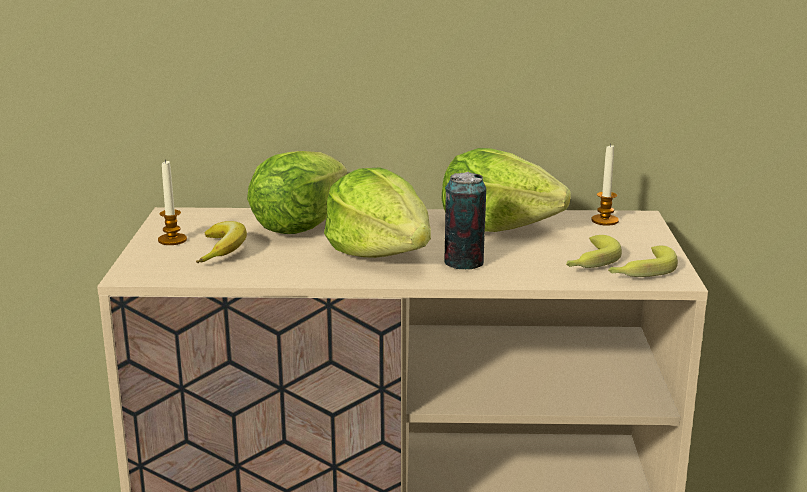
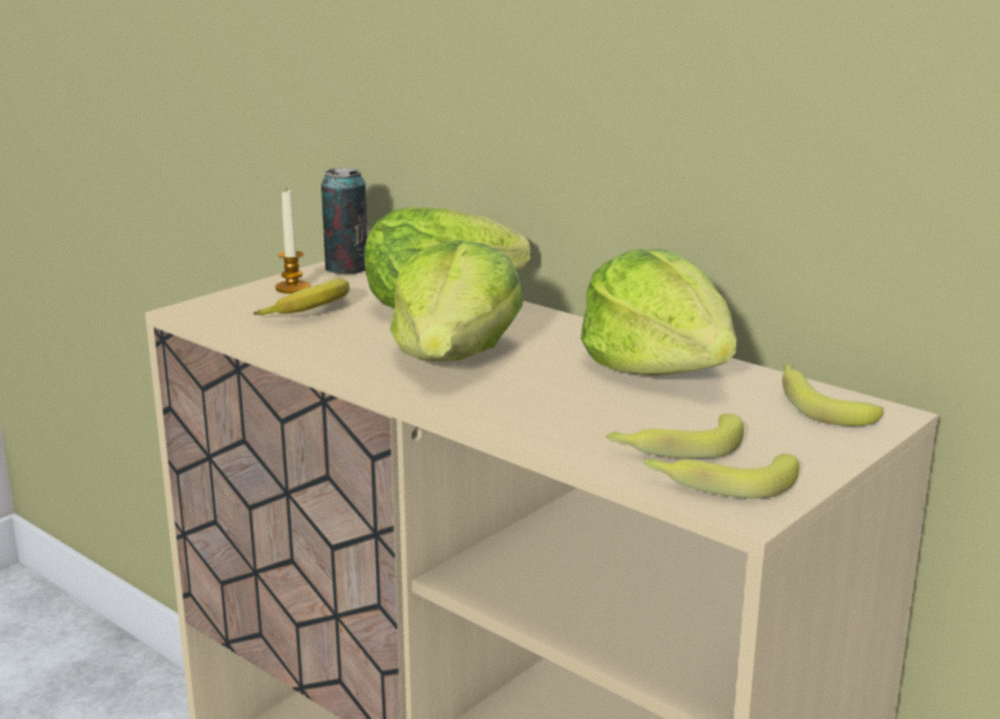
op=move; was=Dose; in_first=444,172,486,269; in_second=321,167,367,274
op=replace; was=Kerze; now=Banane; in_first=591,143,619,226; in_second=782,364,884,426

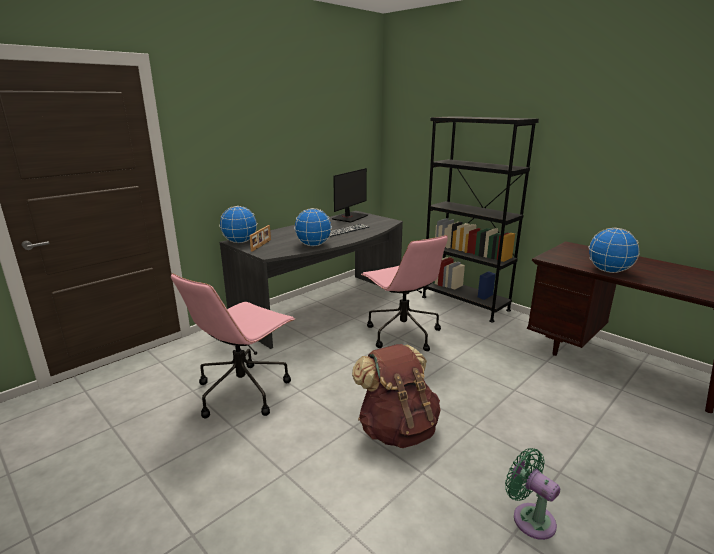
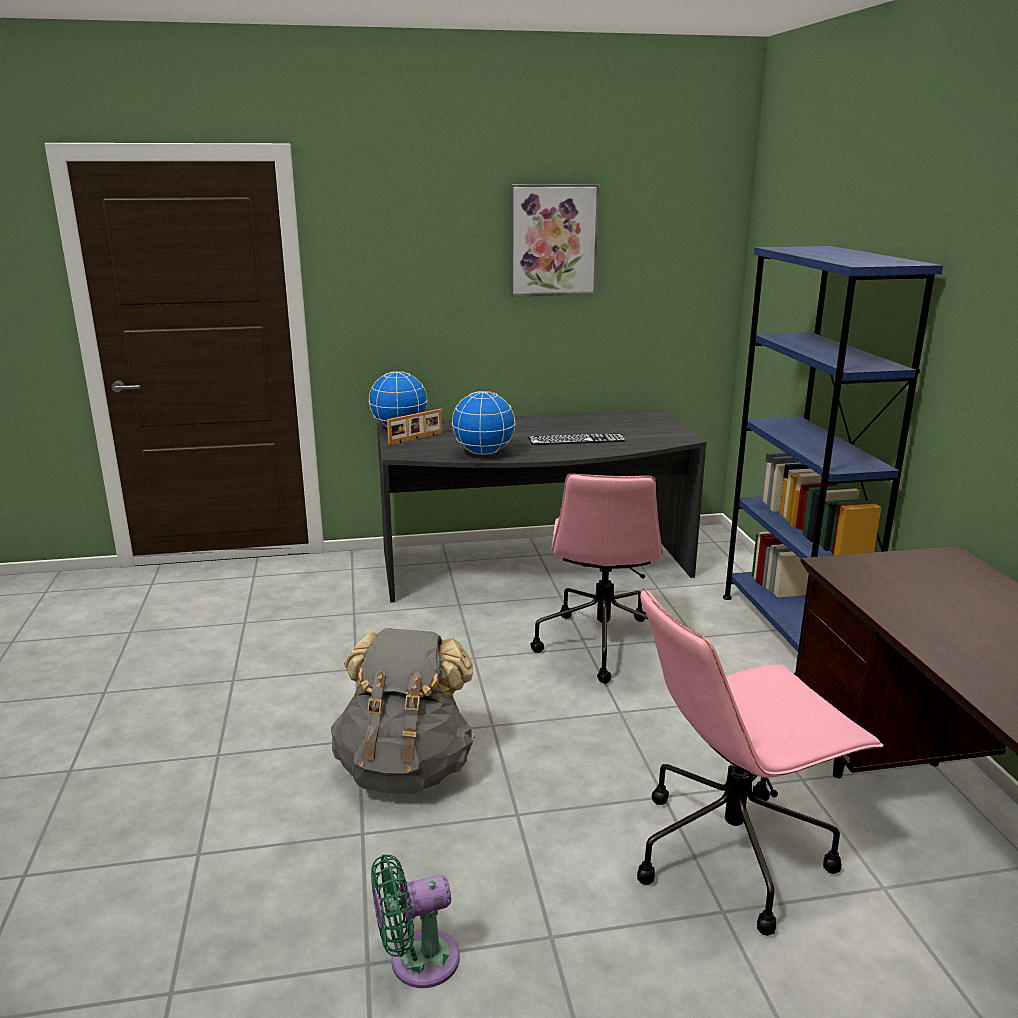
op=move; was=Bürostuhl [rosa]; in_first=171,273,295,418; in_second=637,588,884,936
op=delete; was=Monitor; in_first=331,168,369,223
op=recolor; was=Rucksack [braun]; now=Rucksack [grau]; in_first=352,344,440,448; in_second=331,629,475,794
op=recolor; was=Bücherregal [schwarz]; now=Bücherregal [blau]; in_first=422,116,539,322; in_second=723,246,943,676
op=rotate; was=Ventilator [grün]; in_first=505,448,560,540; in_second=371,854,460,988; clockwise=-105
op=delete; was=Globus; in_first=588,228,640,273
op=insert; now=Bild; in_second=510,184,599,297

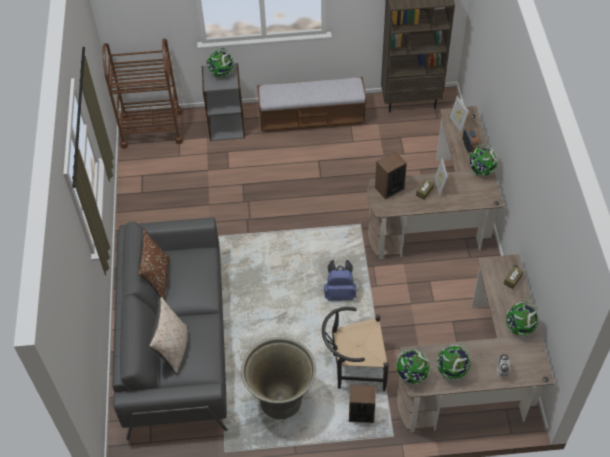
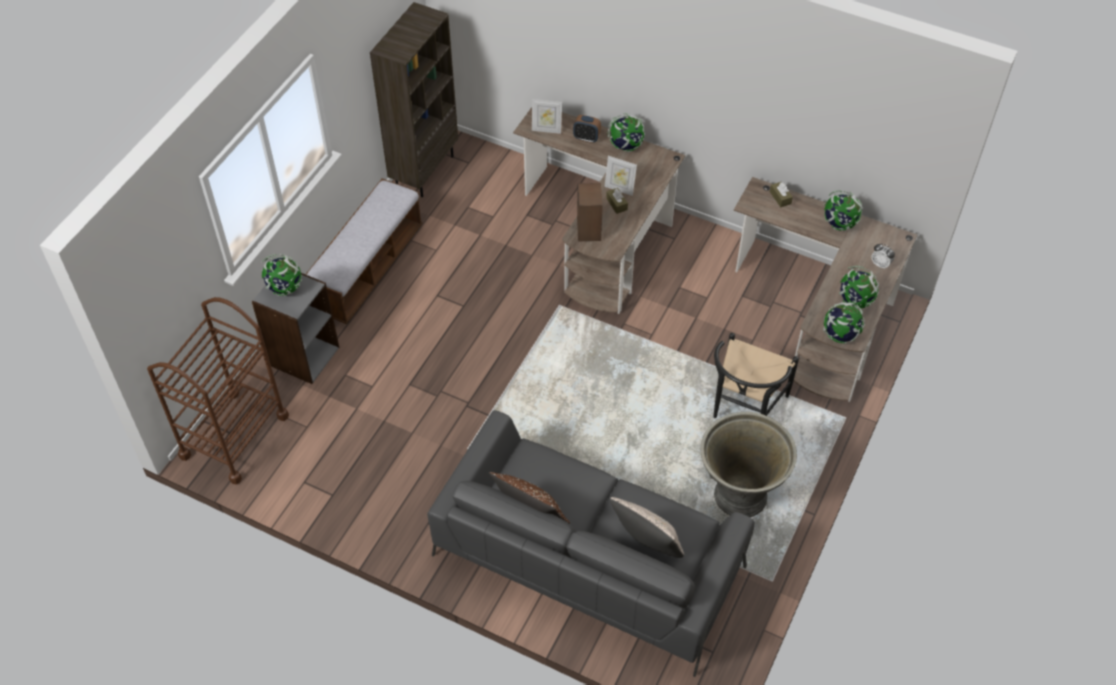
op=delete; was=Rucksack [blau]; in_first=324,260,357,301
op=delete; was=Lautsprecher; in_first=349,384,376,423

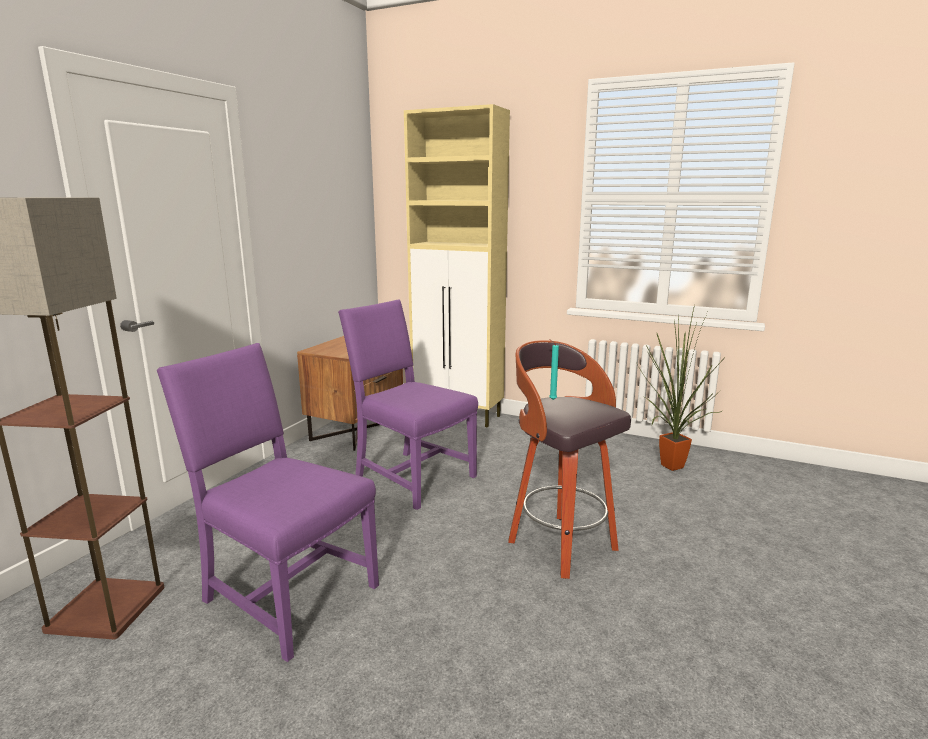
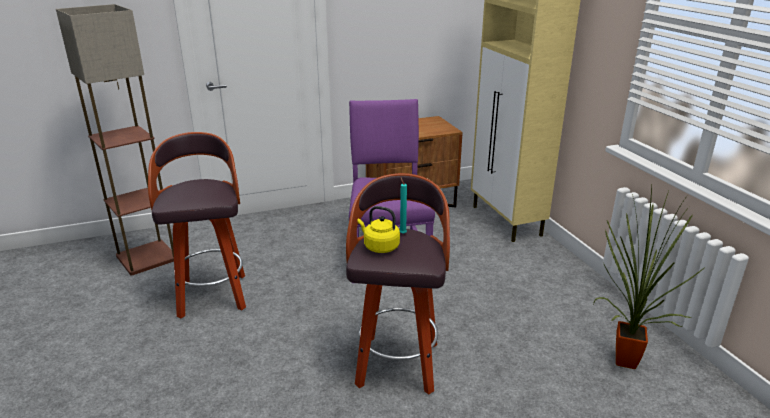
op=replace; was=Stuhl [lila]; now=Hocker; in_first=157,343,379,662; in_second=148,132,246,318
op=insert; now=Wasserkessel [gelb]; in_second=357,206,400,253

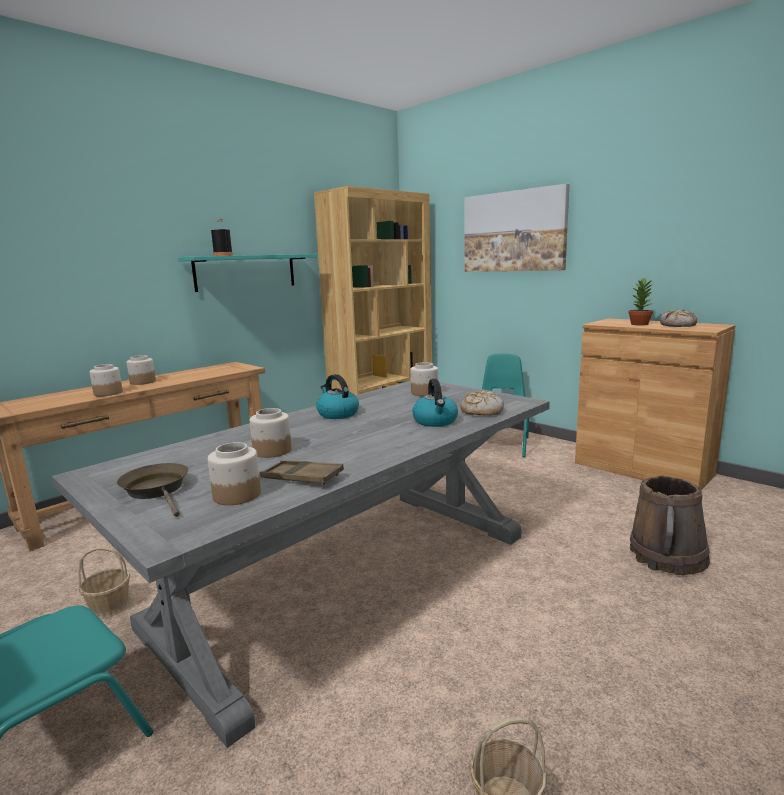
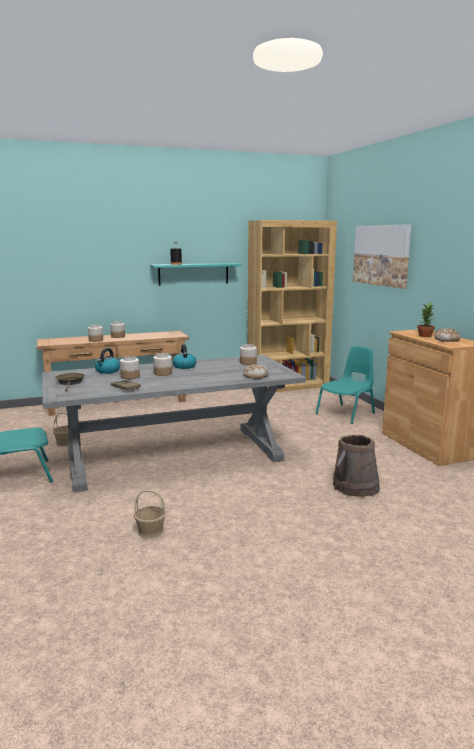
op=move; was=Vorratsglas; in_first=208,442,261,505; in_second=153,353,172,376
op=move; was=Wasserkessel; in_first=412,379,458,427; in_second=95,348,120,374

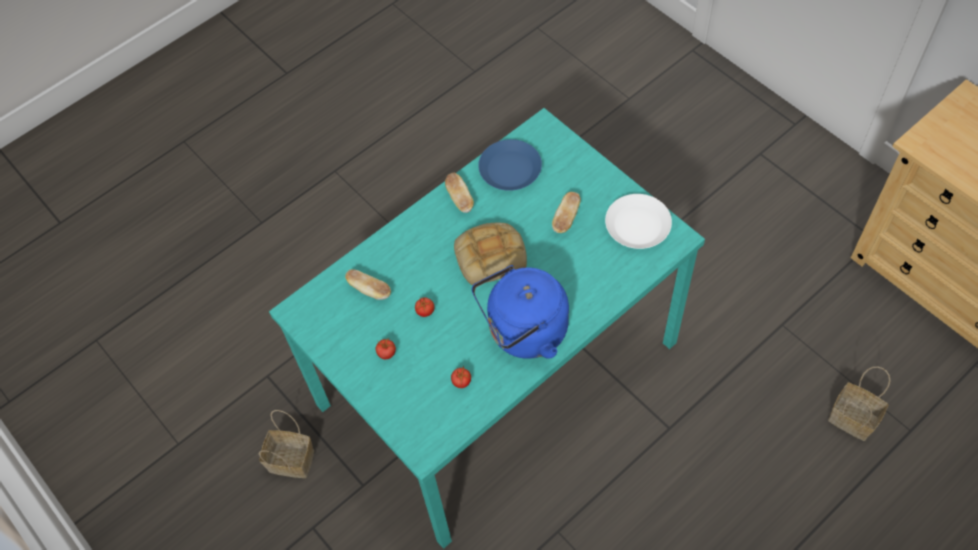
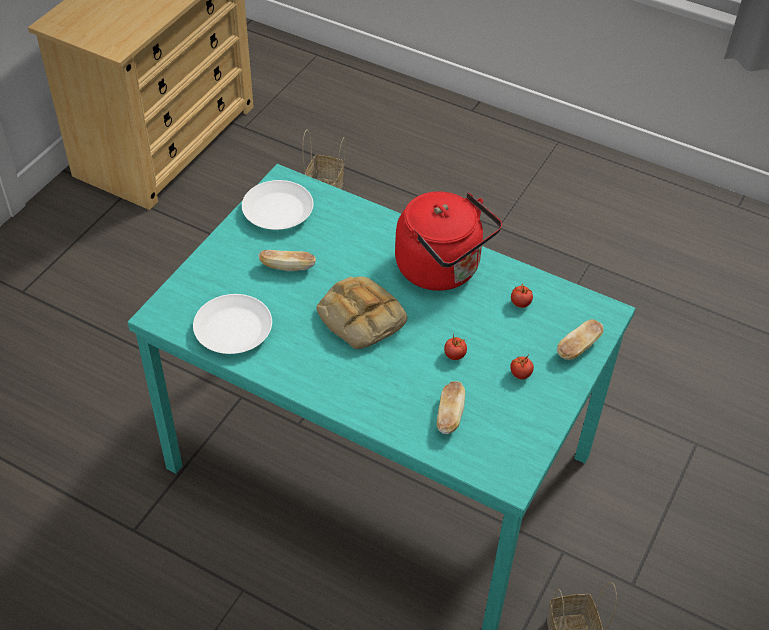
op=move; was=Brot; in_first=445,173,474,213; in_second=557,320,604,360
op=recolor; was=Wasserkessel [blau]; now=Wasserkessel [rot]; in_first=472,265,569,359; in_second=395,191,502,291
op=recolor; was=Teller [blau]; now=Teller [weiß]; in_first=478,139,542,191; in_second=193,294,272,354

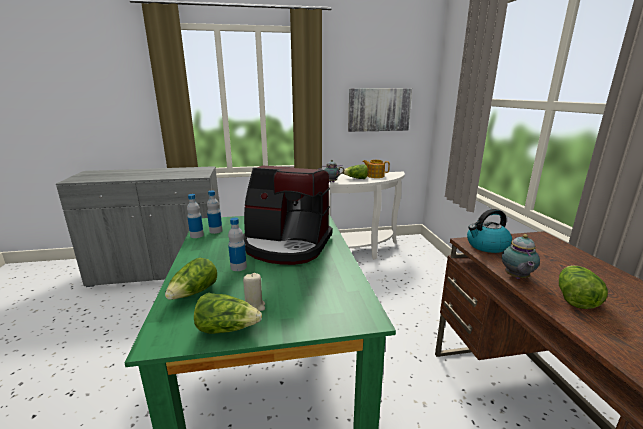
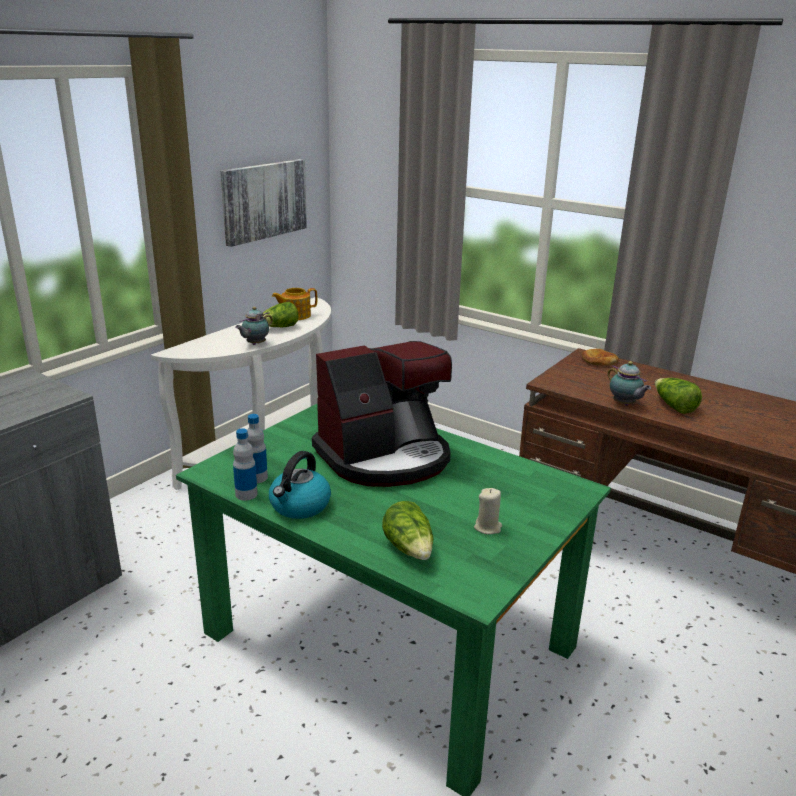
op=delete; was=Salatkopf; in_first=194,293,262,334
op=delete; was=Flasche; in_first=228,218,247,271
op=move; was=Wasserkessel; in_first=467,209,512,253; in_second=269,451,331,519
op=insert; now=Brot; in_second=582,349,619,366

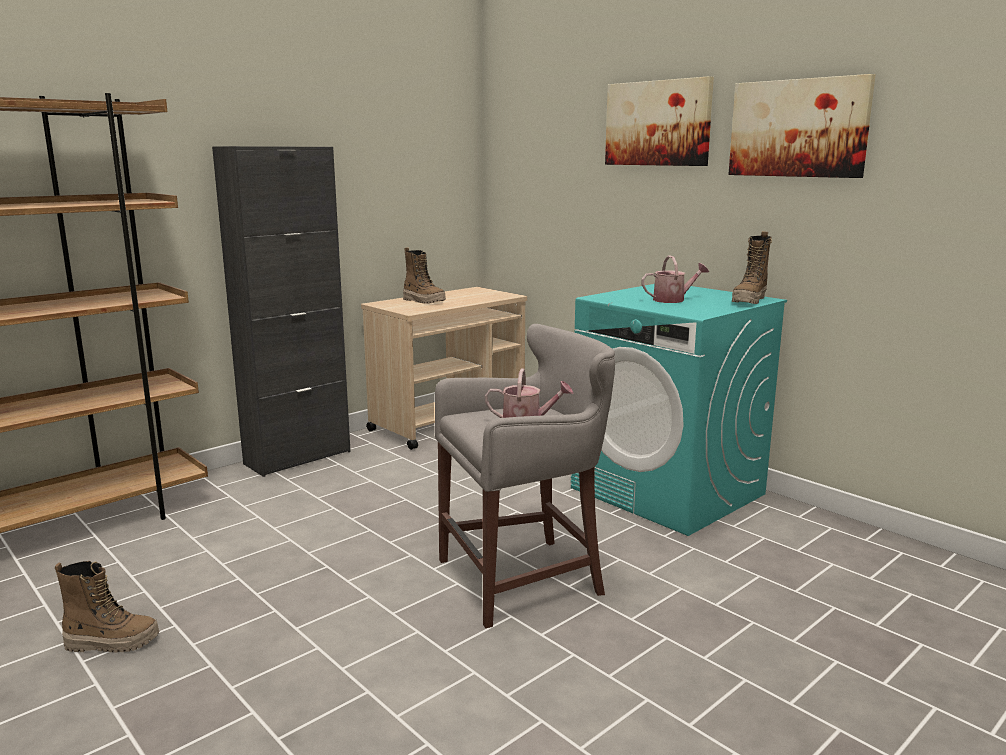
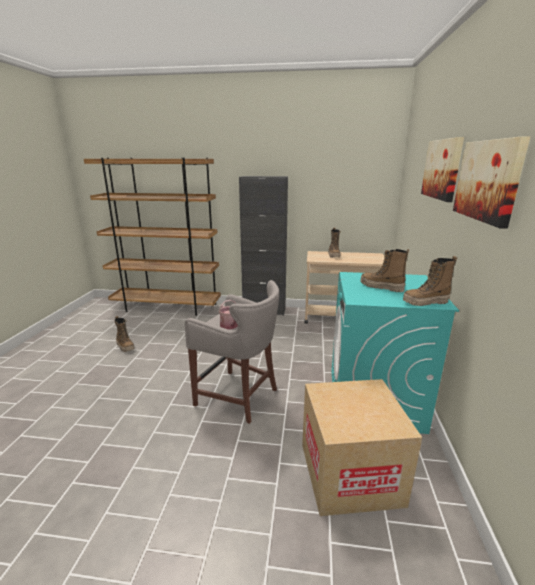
op=replace; was=Gießkanne; now=Stiefel; in_first=641,255,709,303; in_second=360,249,409,292
op=insert; now=Karton; in_second=302,379,422,516

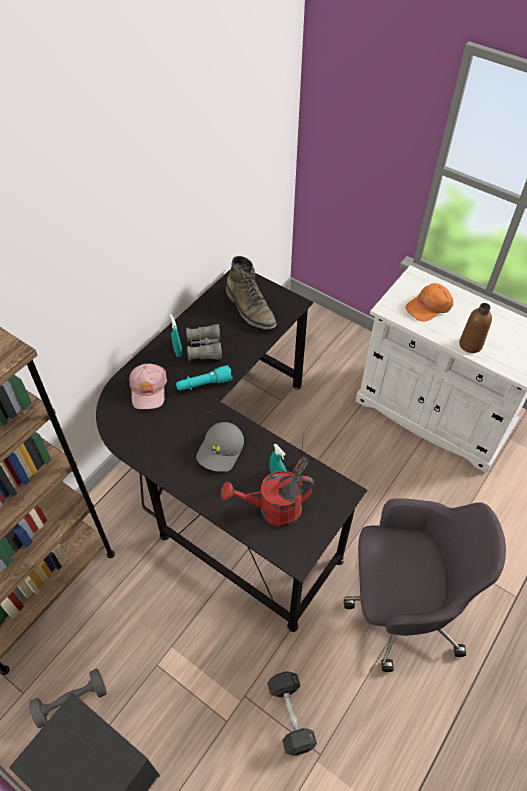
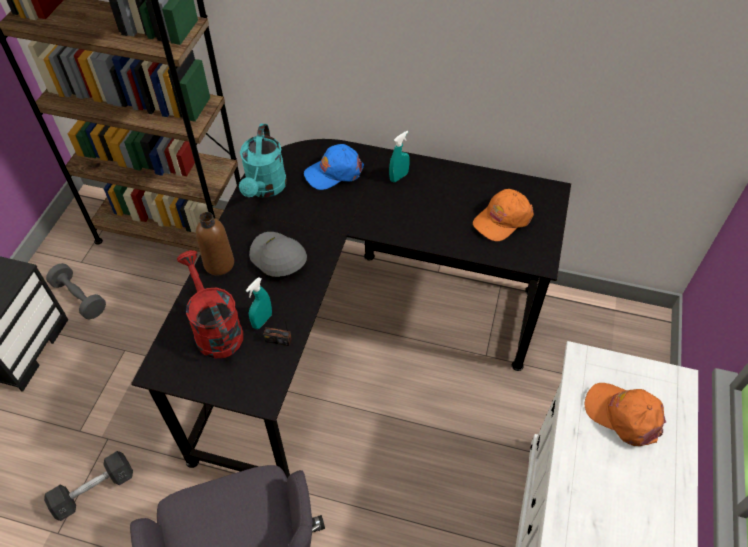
op=recolor; was=Kappe [rosa]; now=Kappe [blau]; in_first=129,364,167,409; in_second=304,144,364,190
op=delete; was=Taschenlampe [türkis]; in_first=176,365,233,391
op=delete; was=Fernglas [grau]; in_first=186,324,222,361
op=rotate; was=Kappe [grau]; in_first=196,422,244,472; in_second=249,232,307,277; clockwise=45
op=replace; was=Stiefel [grün]; now=Kappe [orange]; in_first=226,256,277,330; in_second=473,189,534,241
op=move; was=Flasche [braun]; in_first=459,303,492,353; in_second=196,212,234,275
op=insert; now=Gießkanne [türkis]; in_second=239,124,287,198

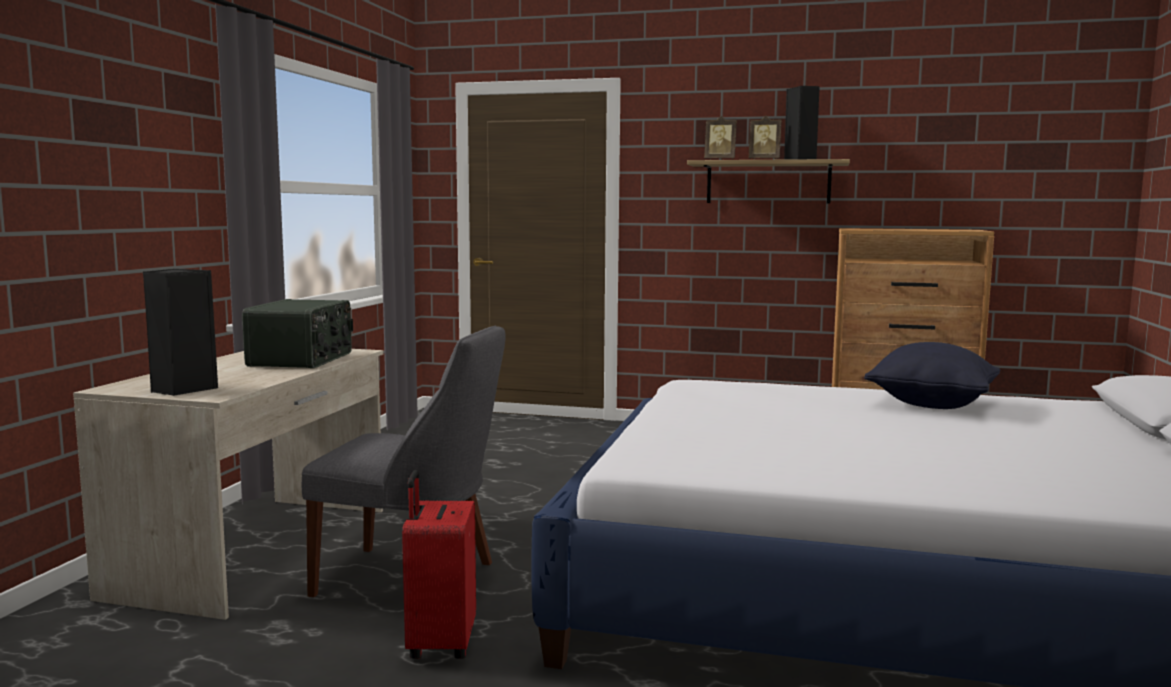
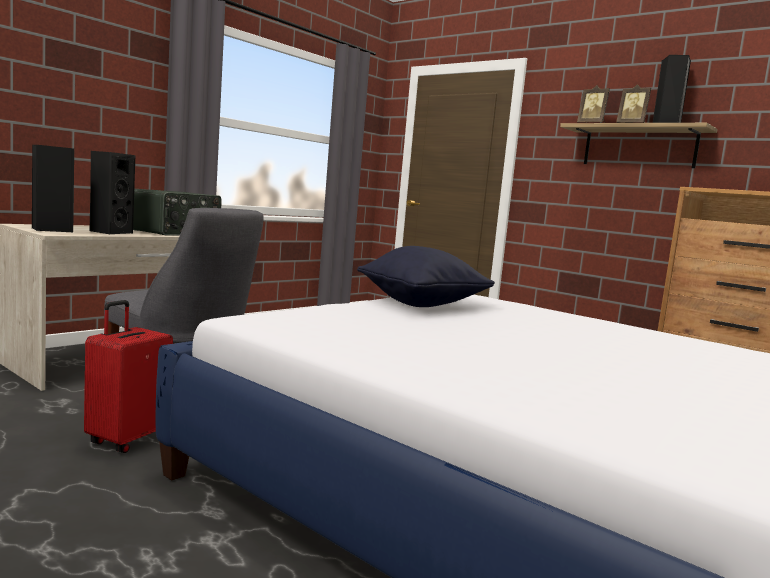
op=move; was=Kissen [schwarz]; in_first=864,342,1000,409; in_second=357,246,495,307
op=insert; now=Lautsprecher [schwarz]; in_second=89,151,135,235

